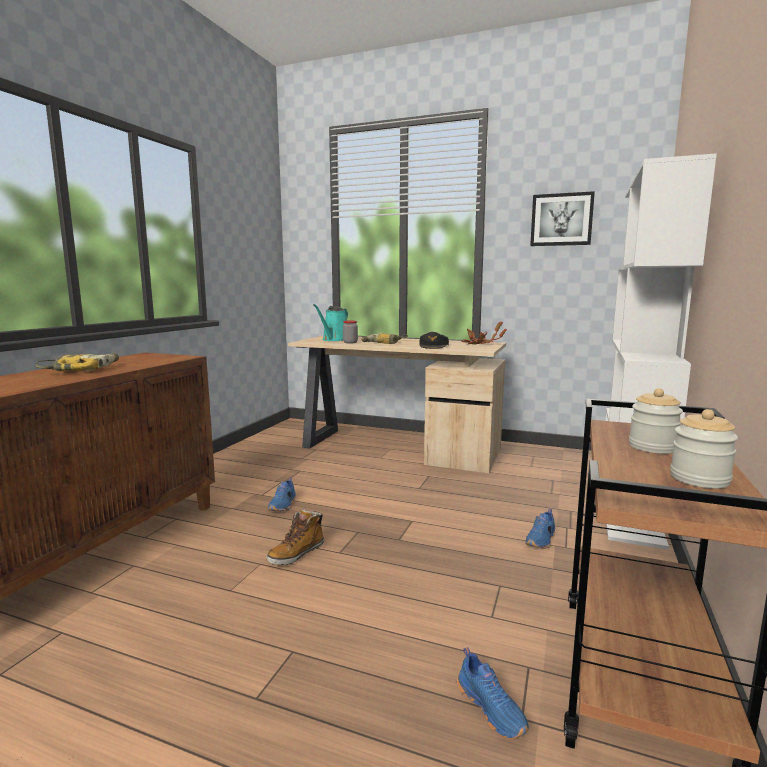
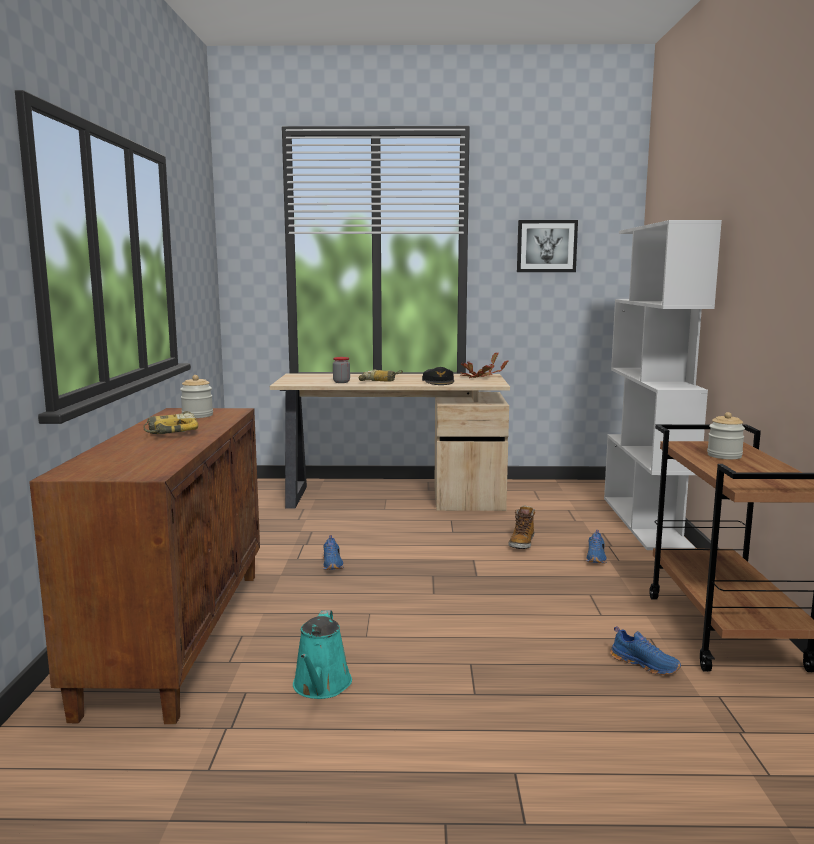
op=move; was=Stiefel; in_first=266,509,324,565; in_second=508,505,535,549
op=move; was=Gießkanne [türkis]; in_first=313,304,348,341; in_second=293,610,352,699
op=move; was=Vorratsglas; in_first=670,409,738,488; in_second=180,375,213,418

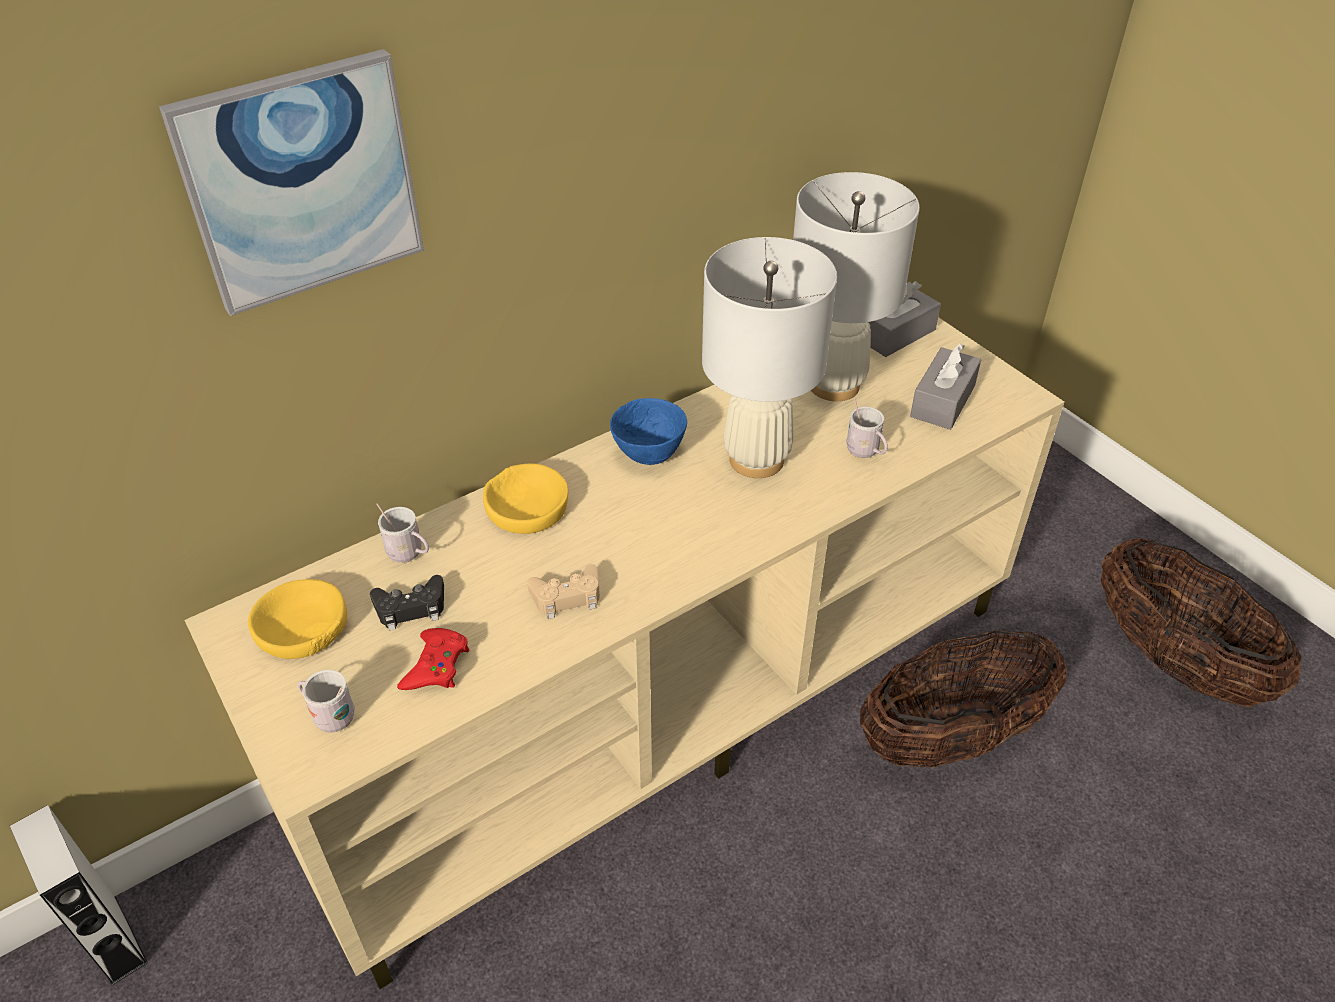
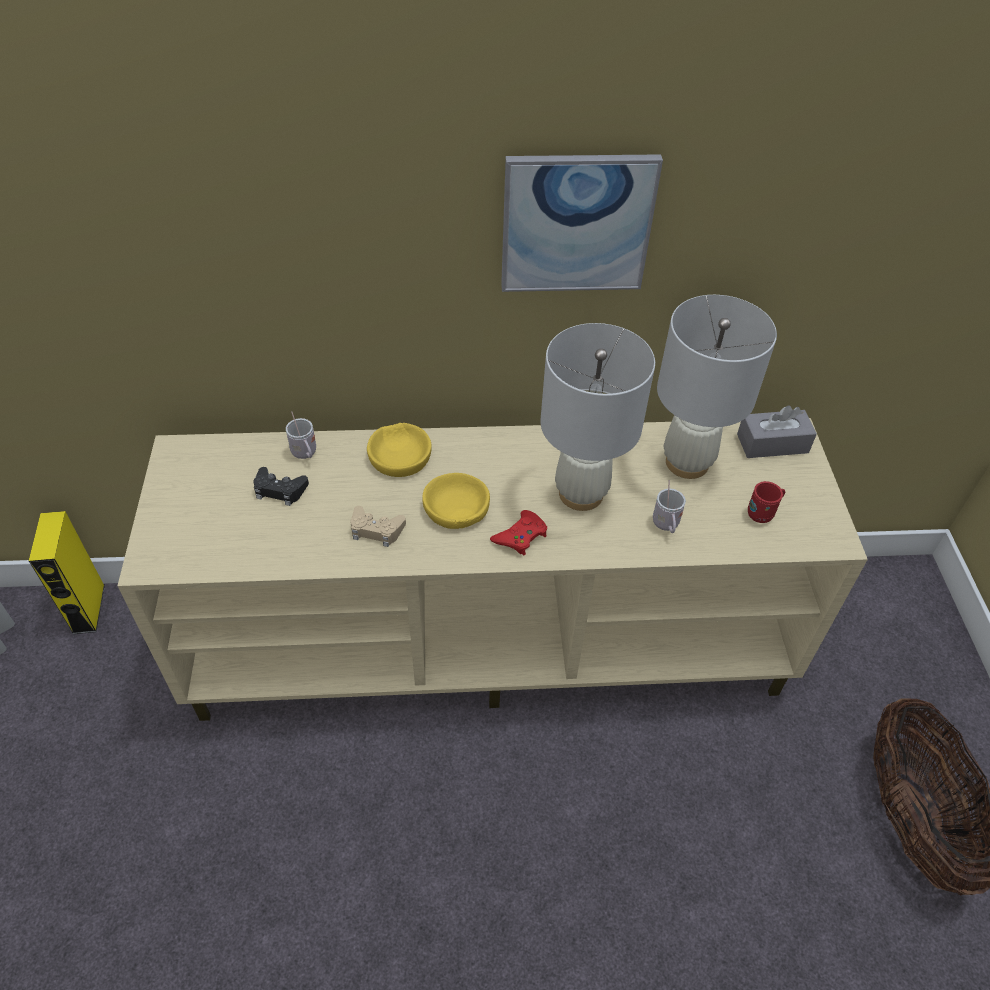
op=recolor; was=Lautsprecher [grau]; now=Lautsprecher [gelb]; in_first=10,805,148,986; in_second=29,511,105,634
op=move; was=Bild; in_first=159,49,424,316; in_second=501,154,663,292
op=move; was=Schüssel [gelb]; in_first=248,579,347,659; in_second=422,473,490,529
op=delete; was=Henkelbecher [weiß]; in_first=297,670,354,733
op=move; was=Gamepad [rot]; in_first=397,628,469,690; in_second=490,510,547,556
op=delete; was=Schüssel [blau]; in_first=610,398,687,465
op=delete; was=Korb; in_first=860,630,1067,768
op=replace; was=Taschentuchbox [grau]; now=Henkelbecher [rot]; in_first=910,344,981,430; in_second=748,481,785,523

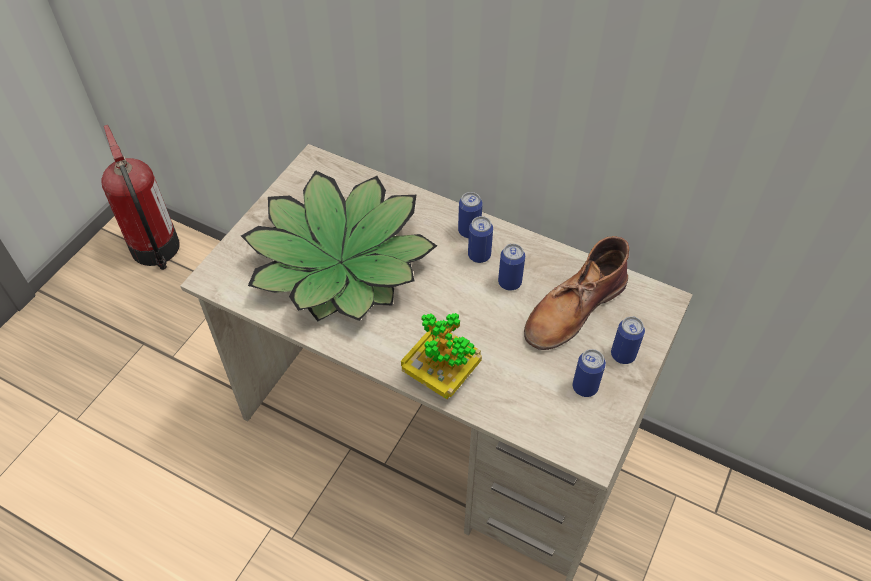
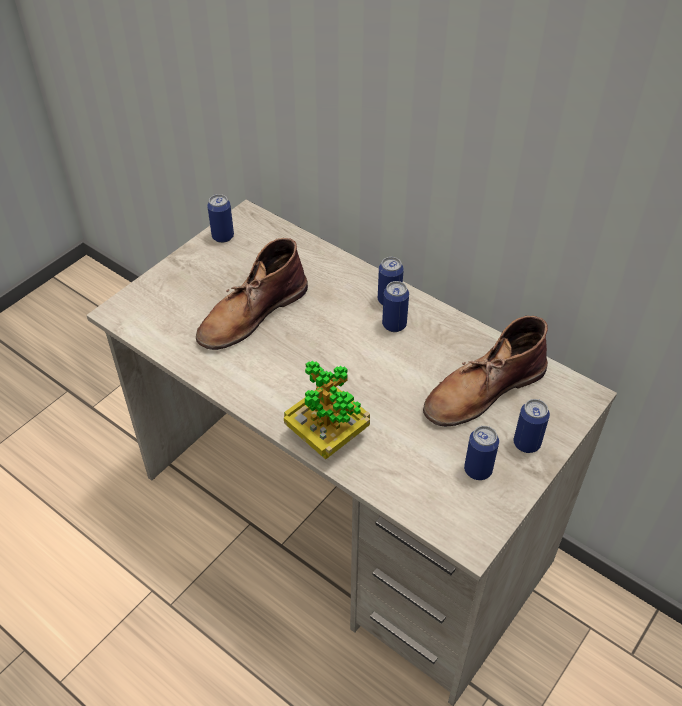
op=delete; was=Feuerlöscher; in_first=101,125,180,270
op=replace; was=Topfpflanze; now=Stiefel [braun]; in_first=241,170,437,321; in_second=196,238,308,350
op=move; was=Dose; in_first=498,244,525,291; in_second=207,194,234,243

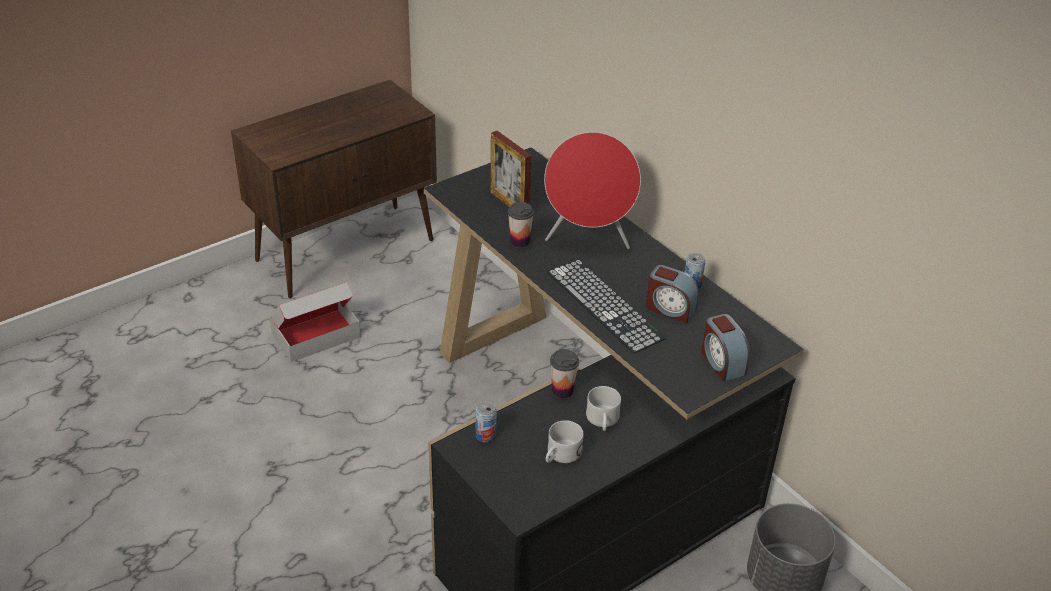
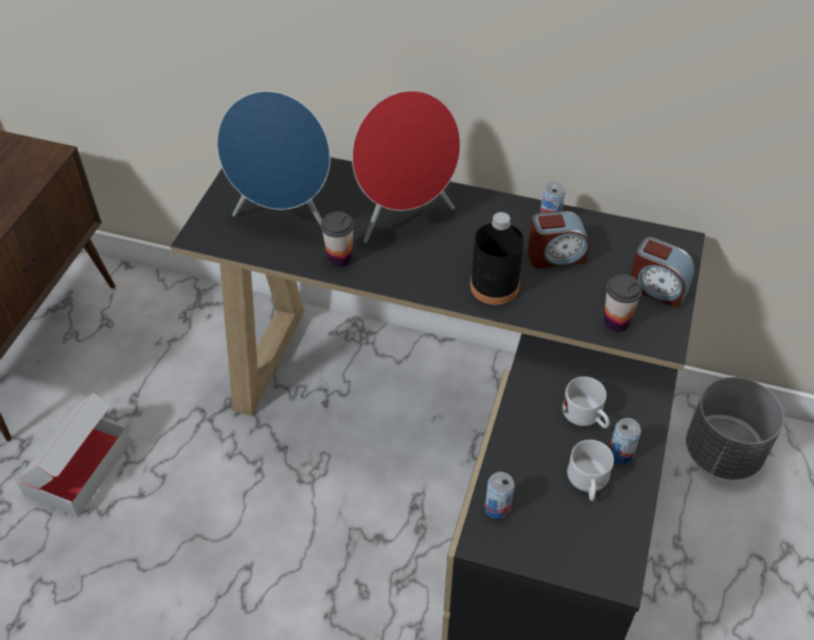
op=replace; was=Bilderrahmen; now=Lautsprecher [blau]; in_first=490,131,532,207; in_second=217,91,330,226
op=replace; was=Tastatur; now=Flasche [schwarz]; in_first=547,259,666,354; in_second=470,212,524,305
op=move; was=Tasse; in_first=550,349,579,398; in_second=603,274,643,332
op=insert; now=Dose; in_second=609,418,641,464

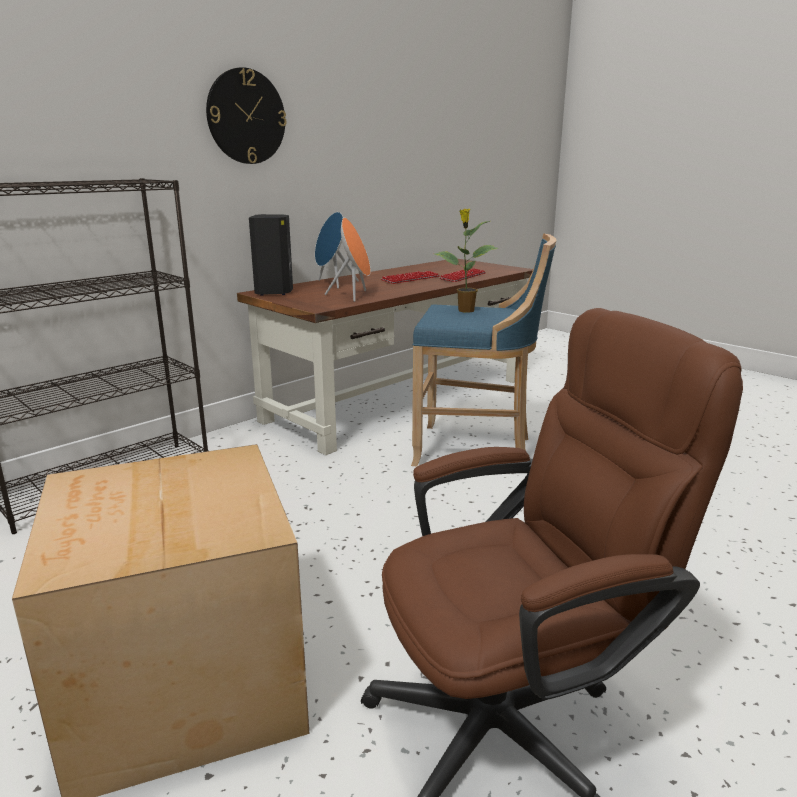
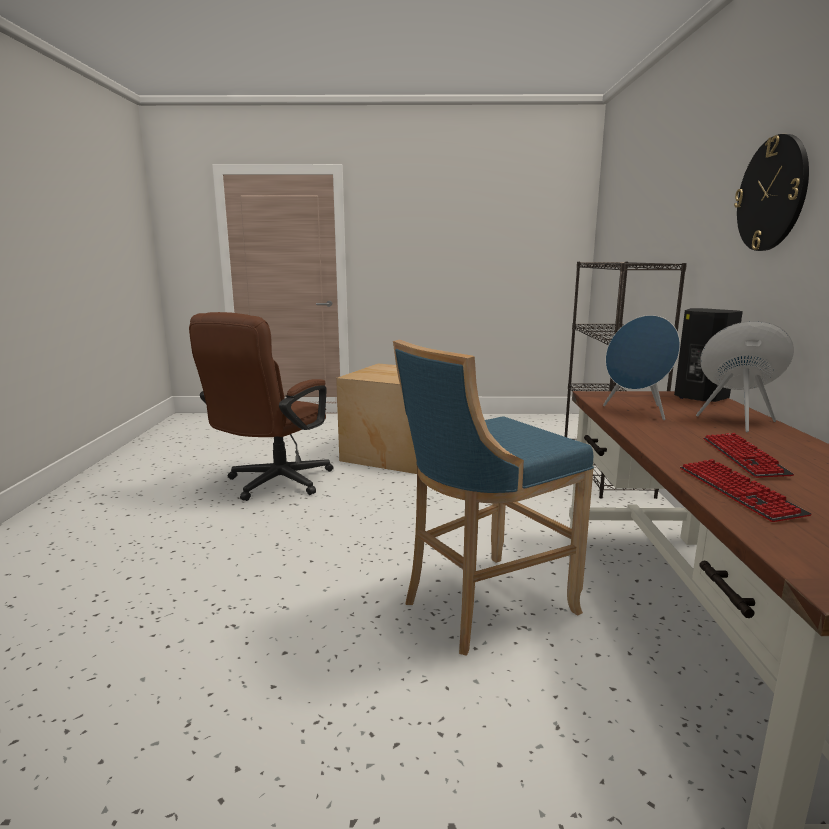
op=recolor; was=Lautsprecher [orange]; now=Lautsprecher [blau]; in_first=325,218,370,302; in_second=603,315,680,420
op=delete; was=Topfpflanze; in_first=435,209,498,313

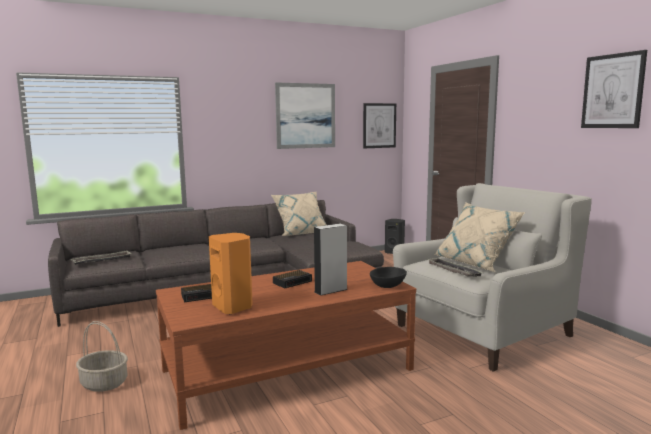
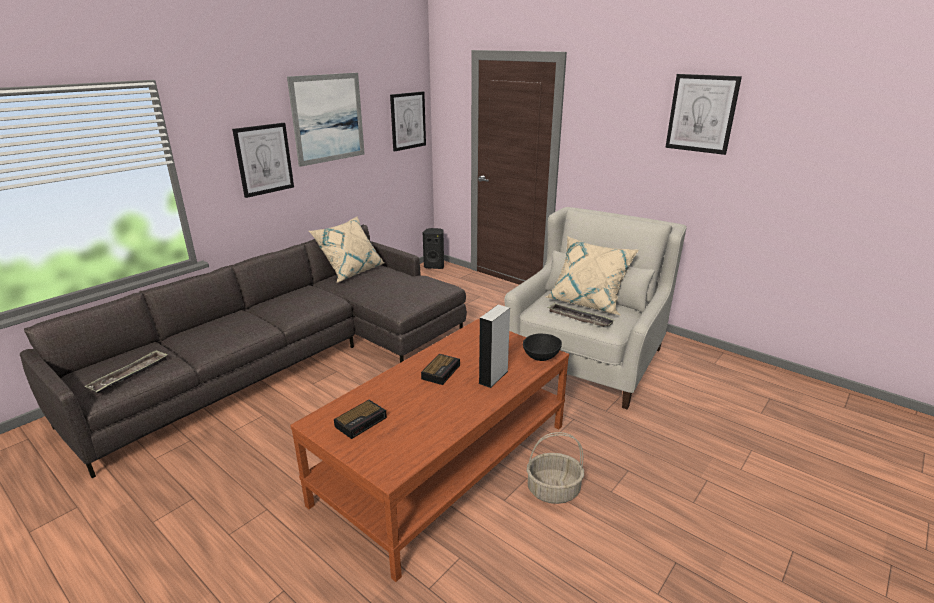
op=move; was=Korb; in_first=76,321,128,392; in_second=527,432,584,504
op=delete; was=Lautsprecher [orange]; in_first=209,233,253,314
op=insert; now=Bild; in_second=232,123,294,198

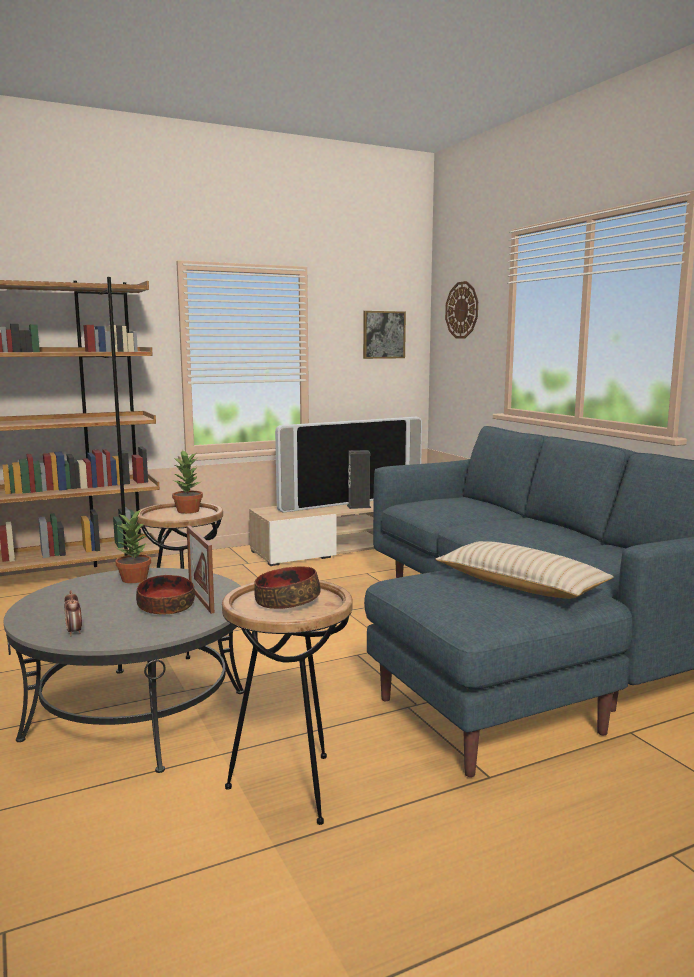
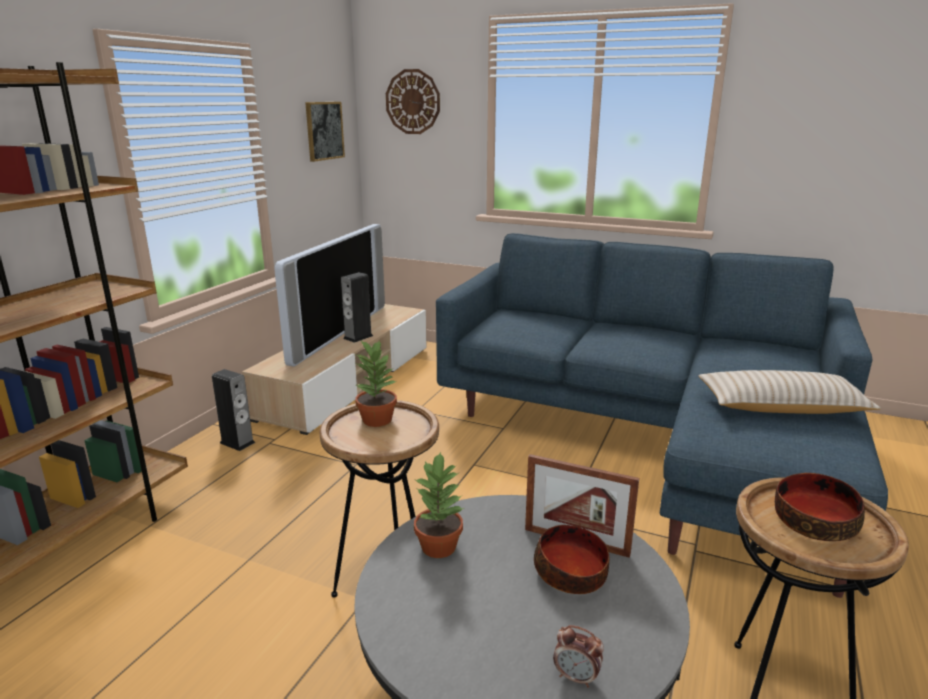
op=insert; now=Lautsprecher; in_second=212,369,256,451

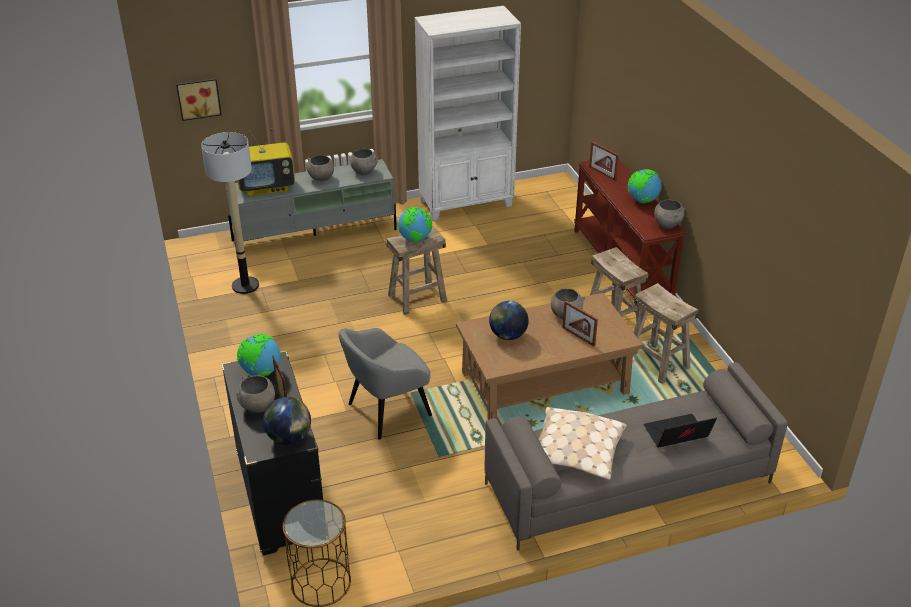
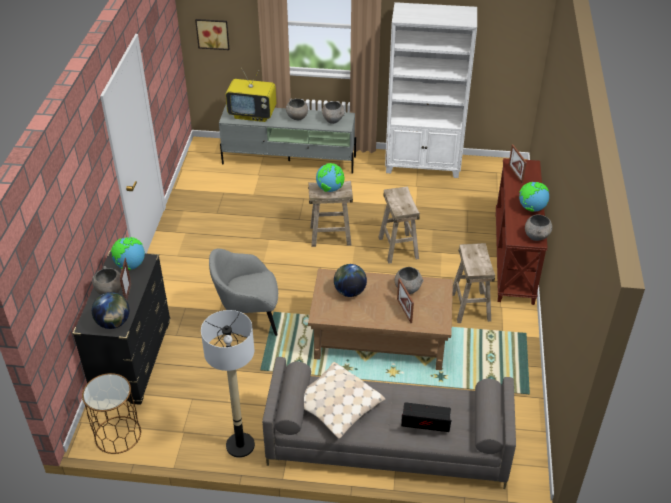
op=move; was=Stehlampe; in_first=201,132,259,294; in_second=201,310,255,458
op=move; was=Hocker [beige]; in_first=633,283,698,384; in_second=378,186,420,264

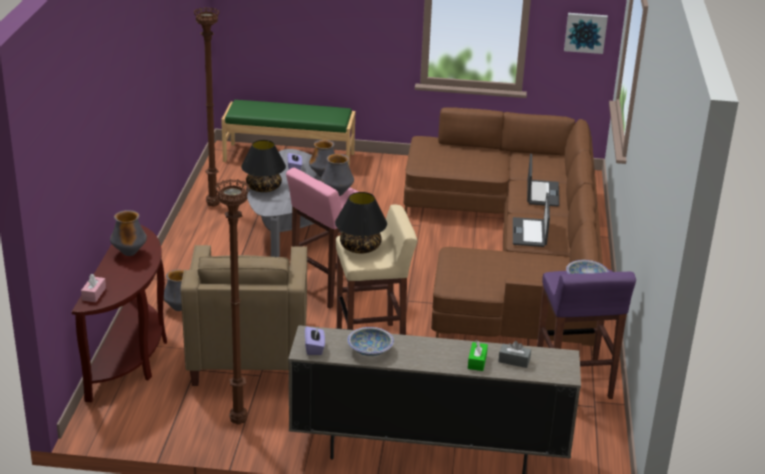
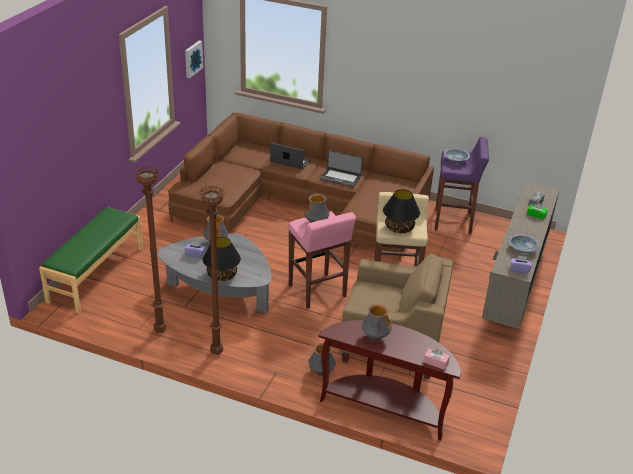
op=move; was=Stehlampe [braun]; in_first=215,179,250,425; in_second=199,186,224,355

